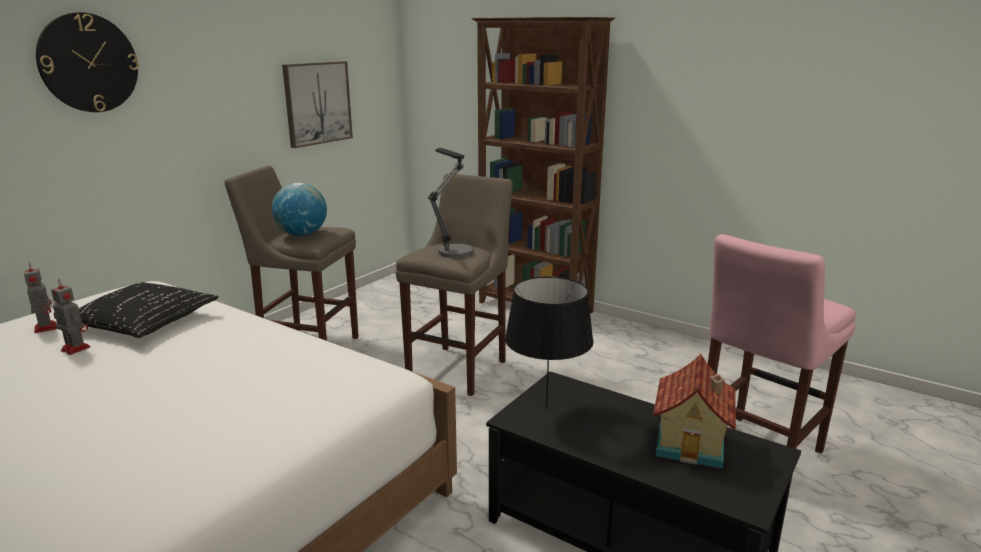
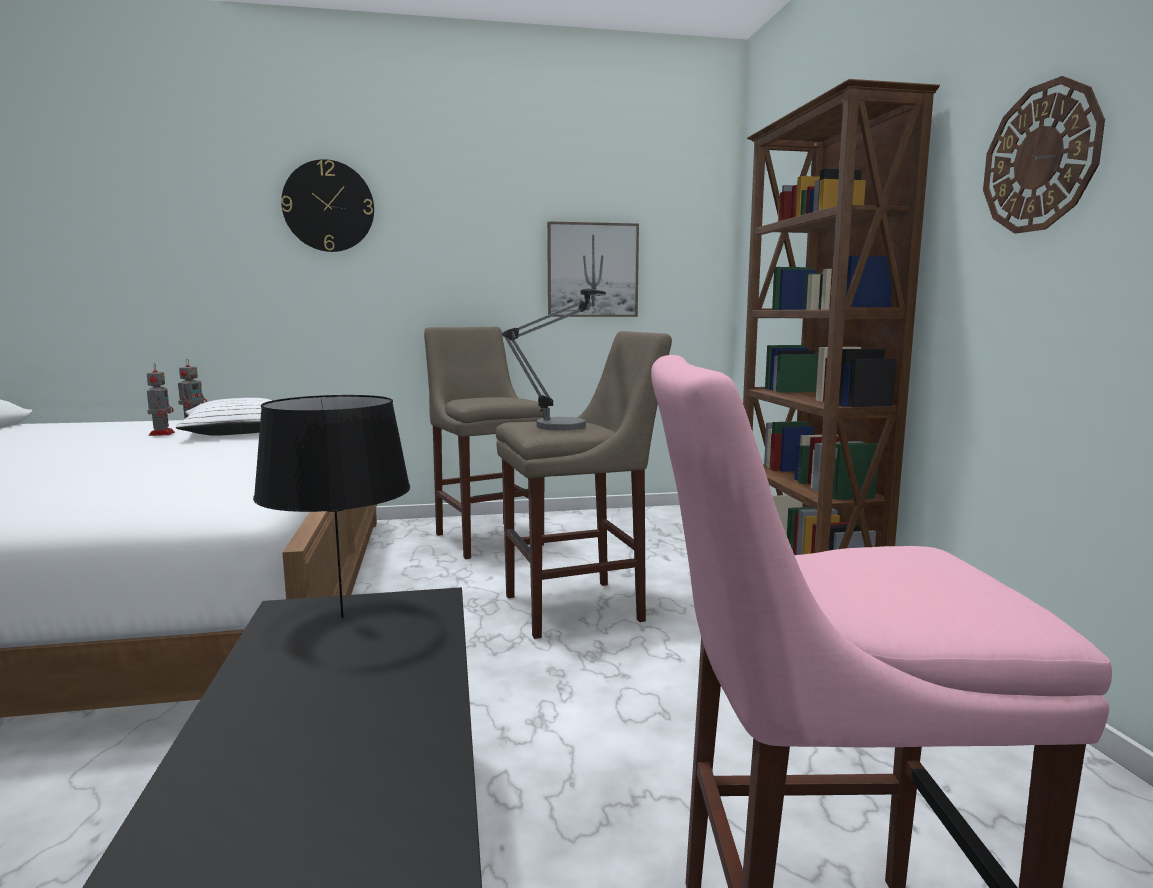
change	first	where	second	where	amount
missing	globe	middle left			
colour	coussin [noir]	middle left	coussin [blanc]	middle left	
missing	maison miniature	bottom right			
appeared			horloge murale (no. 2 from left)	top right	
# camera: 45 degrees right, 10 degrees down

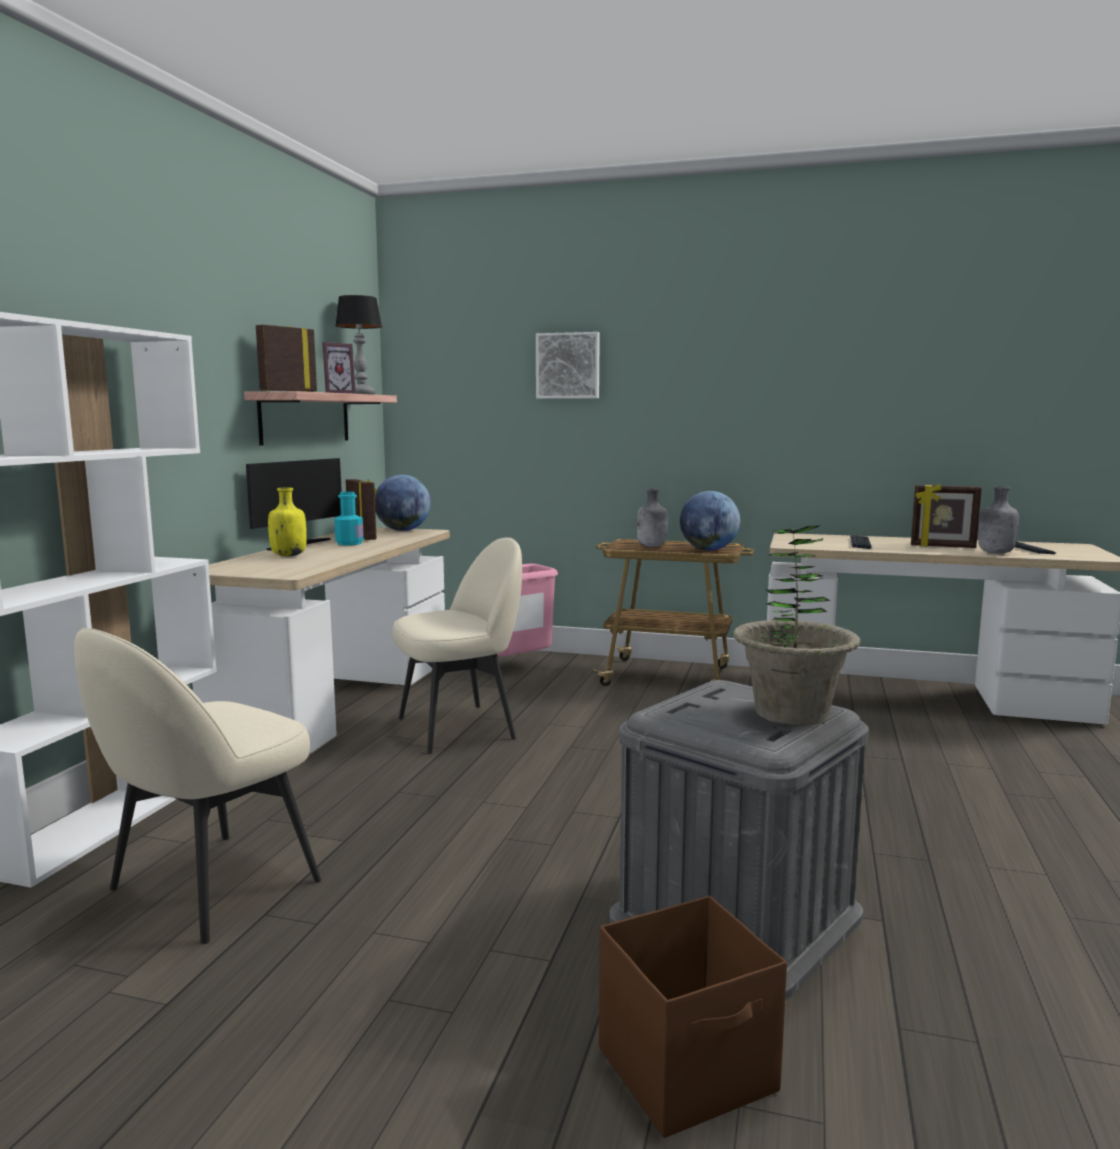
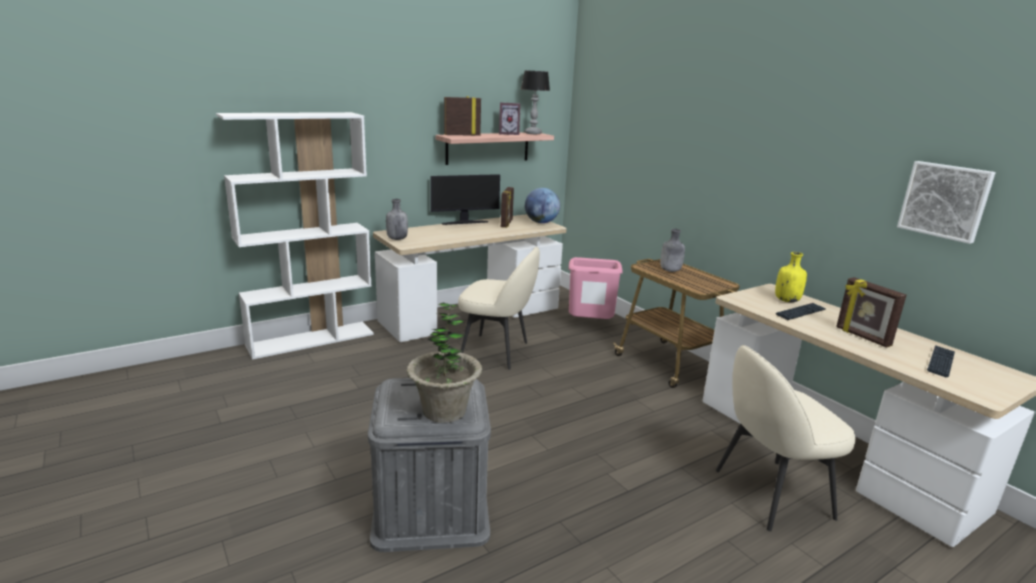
change	first	where	second	where	amount
relocated	tableau	top centre		middle right	
relocated	bouteille [gris] (no. 2 from left in the first image)	middle right	bouteille [gris] (no. 1 from left)	centre	
relocated	bouteille [jaune]	middle left		middle right	
missing	bouteille [turquoise]	middle left			
missing	globe (no. 2 from left)	centre			
relocated	chaise [beige] (no. 1 from left in the first image)	bottom left	chaise [beige] (no. 2 from left)	bottom right	
missing	boîte de rangement [marron]	bottom centre			
# camera: 40 degrees right, 10 degrees up

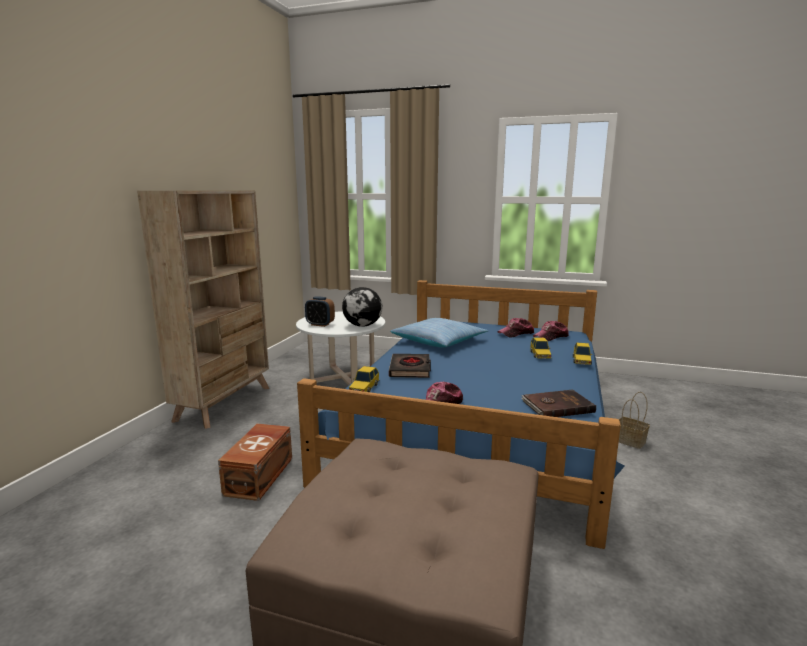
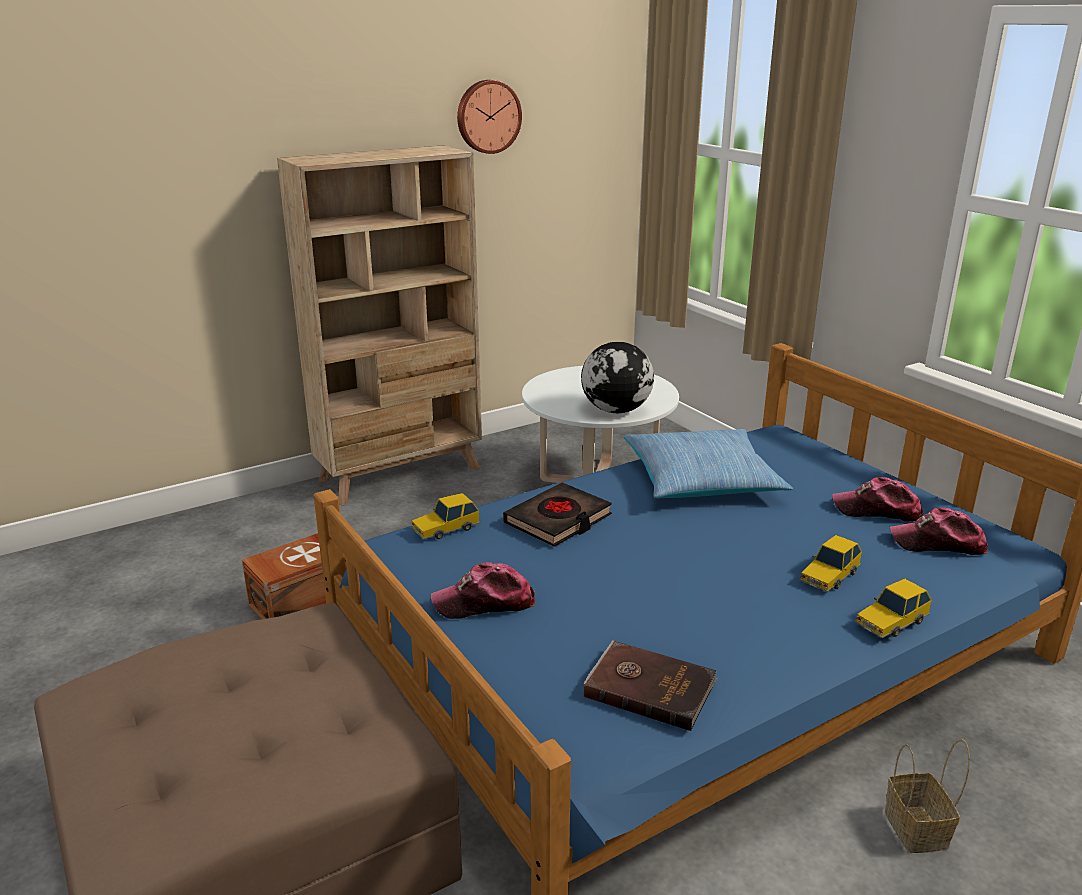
change	first	where	second	where	amount
missing	réveil	centre			
appeared			horloge murale	top centre	
# camera: 40 degrees right, 10 degrees up

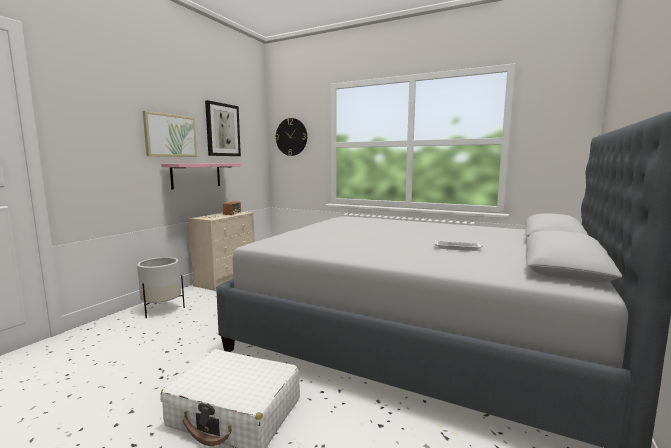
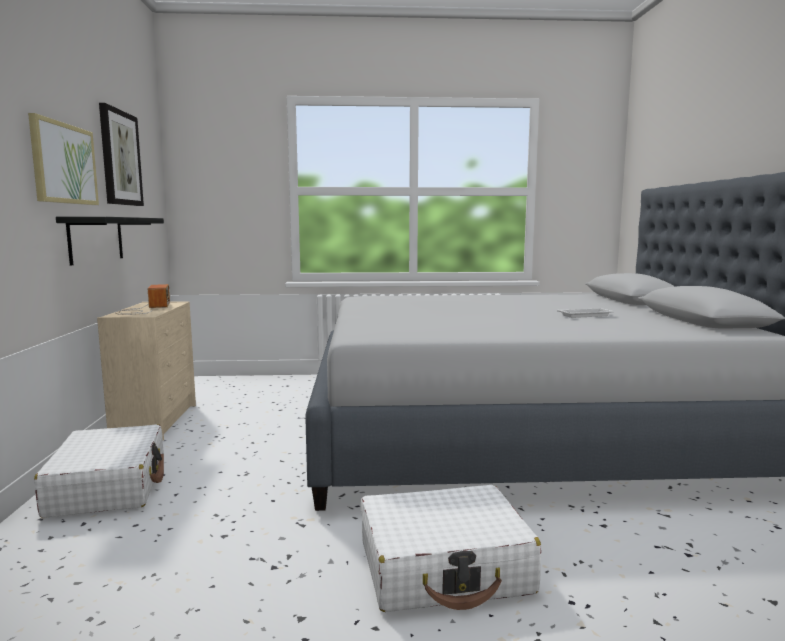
change	first	where	second	where	amount
missing	horloge murale	top centre			
colour	étagère [rose]	middle left	étagère [noir]	middle left	
exchanged	cache-pot [blanc]	middle left	valise [blanc] (no. 1 from left)	bottom left	
# camera: 30 degrees left, 0 degrees up

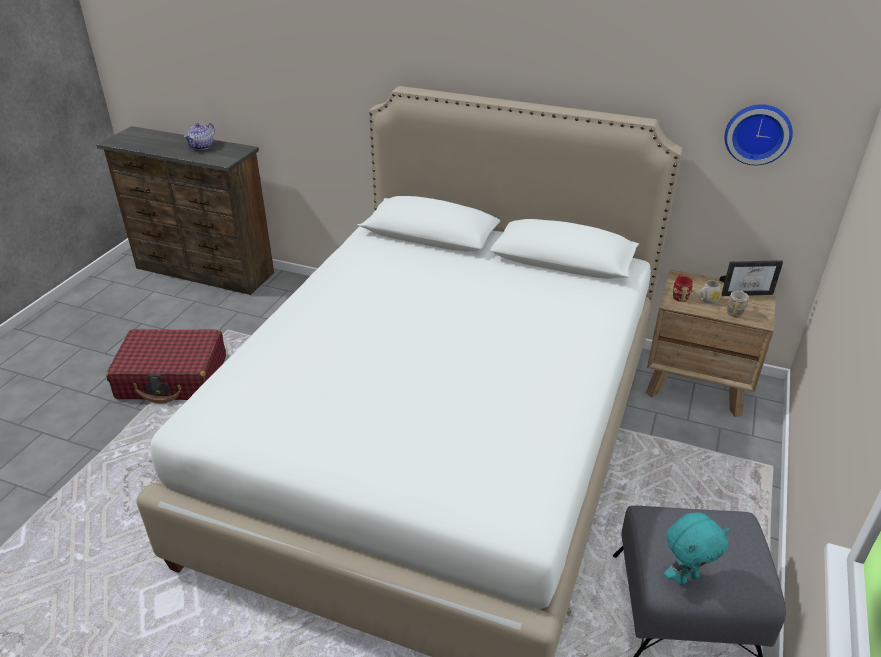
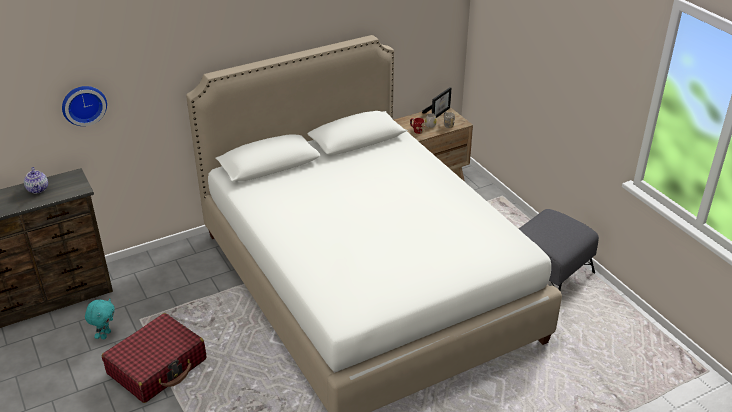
change	first	where	second	where	amount
relocated	horloge murale	top right		top left	
relocated	peluche [turquoise]	bottom right		bottom left	
# camera: 50 degrees left, 0 degrees up

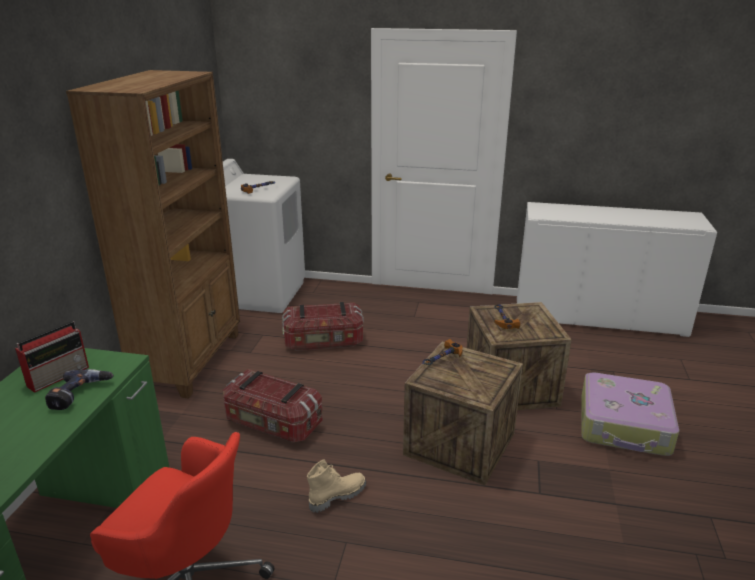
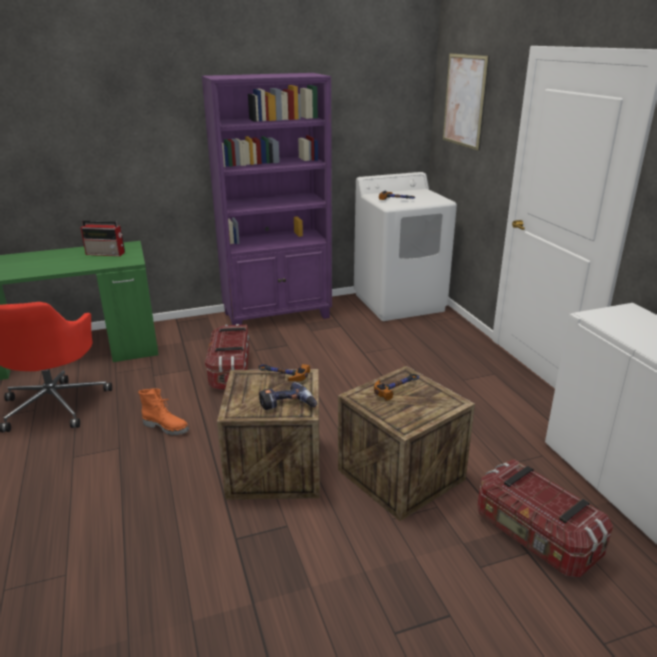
change	first	where	second	where	amount
colour	bibliothèque [marron]	middle left	bibliothèque [violet]	top centre	
relocated	boîte de rangement (no. 2 from left)	centre		bottom right	
relocated	perceuse	bottom left		centre	
missing	valise	bottom right			
colour	botte [beige]	bottom centre	botte [orange]	middle left	
appeared			tableau	top right	
# camera: 60 degrees right, 0 degrees up

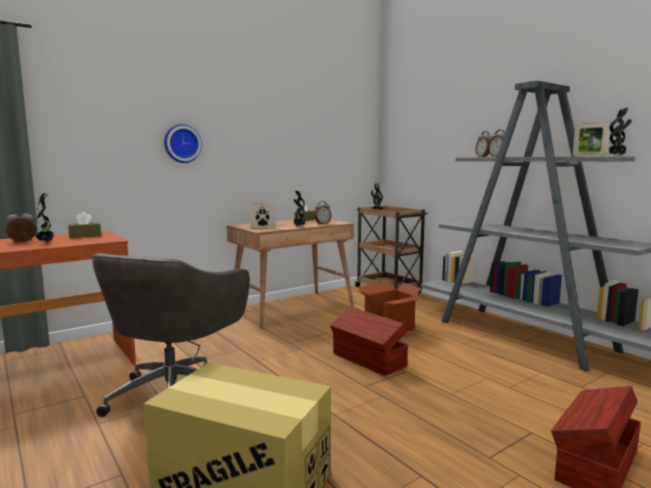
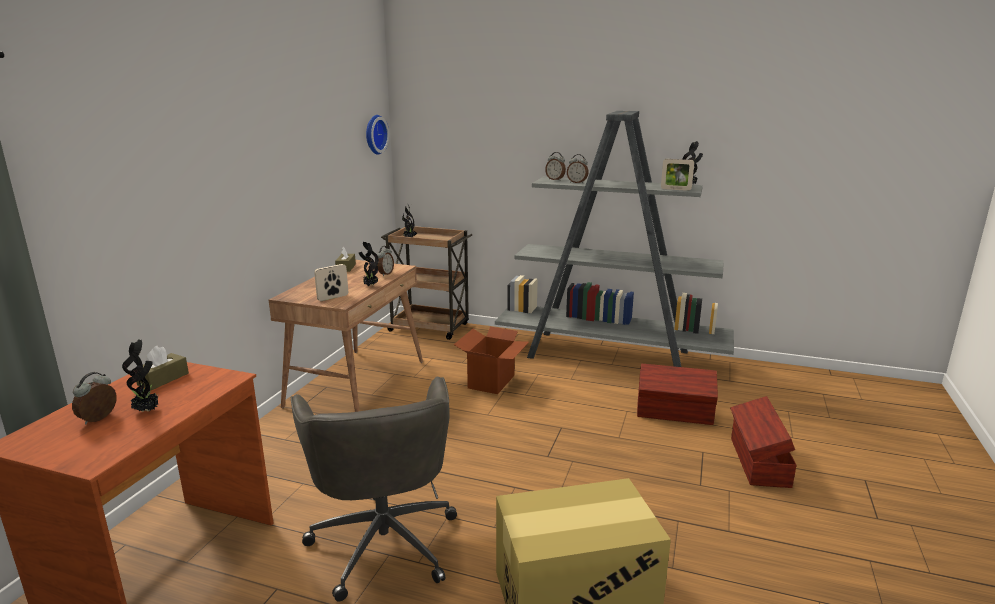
change	first	where	second	where	amount
relocated	horloge murale	top left		top centre	
relocated	boîte de rangement [marron] (no. 1 from left)	bottom centre		middle right	
# camera: 35 degrees left, 10 degrees up

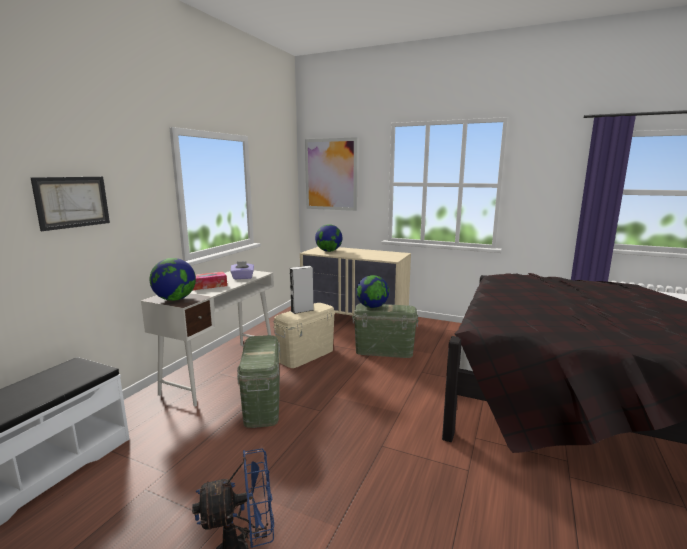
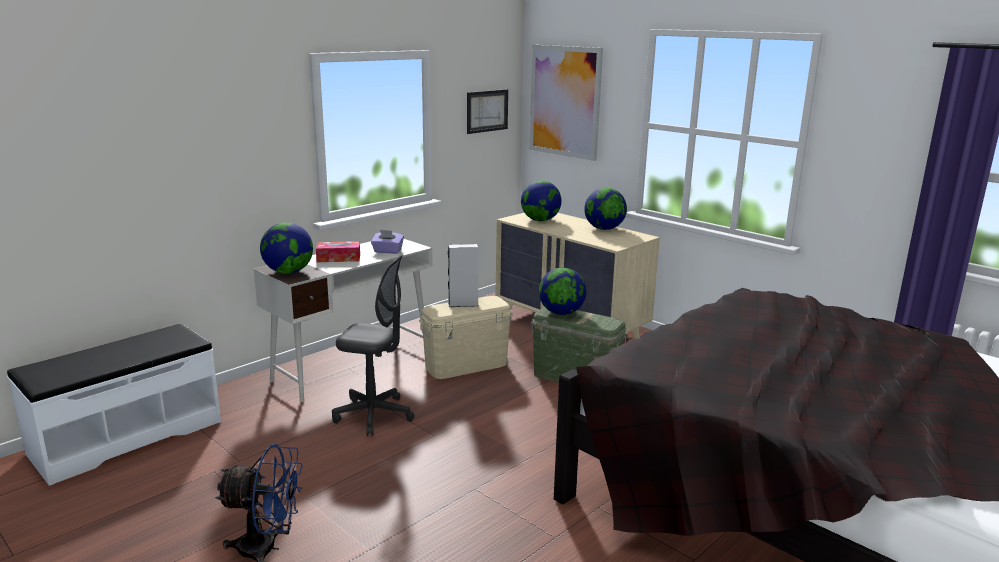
change	first	where	second	where	amount
relocated	tableau (no. 1 from left)	middle left		top centre	
exchanged	boîte de rangement [vert] (no. 1 from left)	bottom centre	chaise de bureau [gris]	centre	
appeared			globe (no. 4 from left)	centre	
# camera: 20 degrees right, 5 degrees up

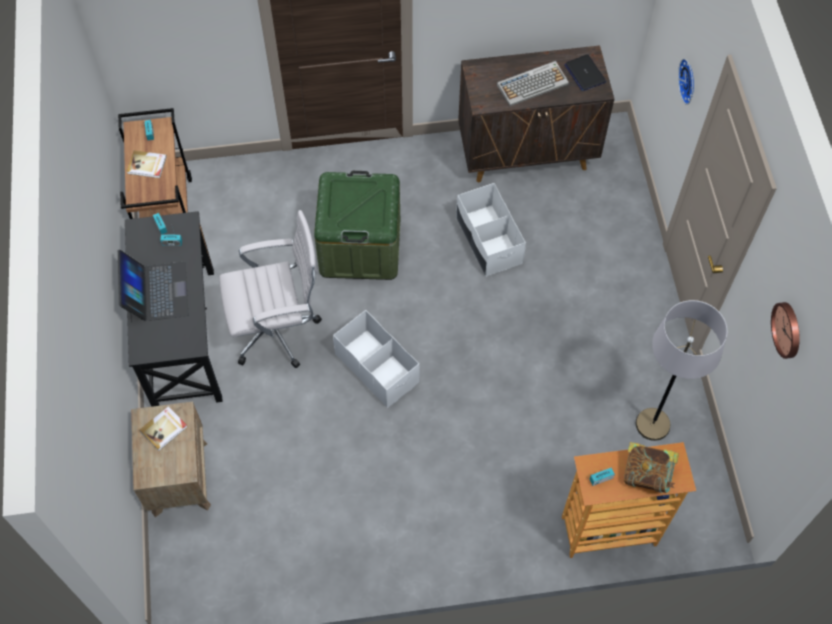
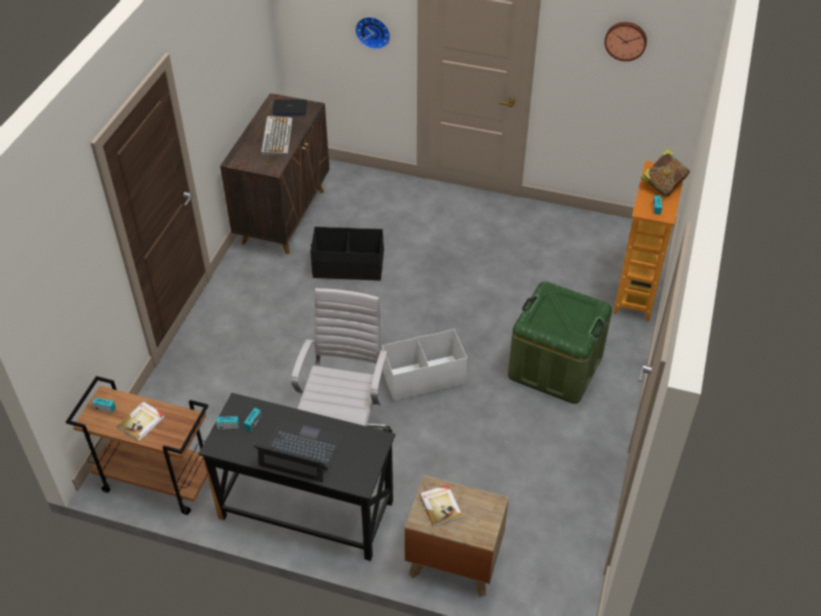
change	first	where	second	where	amount
relocated	boîte de rangement [vert]	centre		middle right	
colour	boîte de rangement [blanc] (no. 2 from left)	centre	boîte de rangement [noir]	centre	
missing	lampadaire [gris]	middle right			
# camera: 65 degrees left, 15 degrees down

